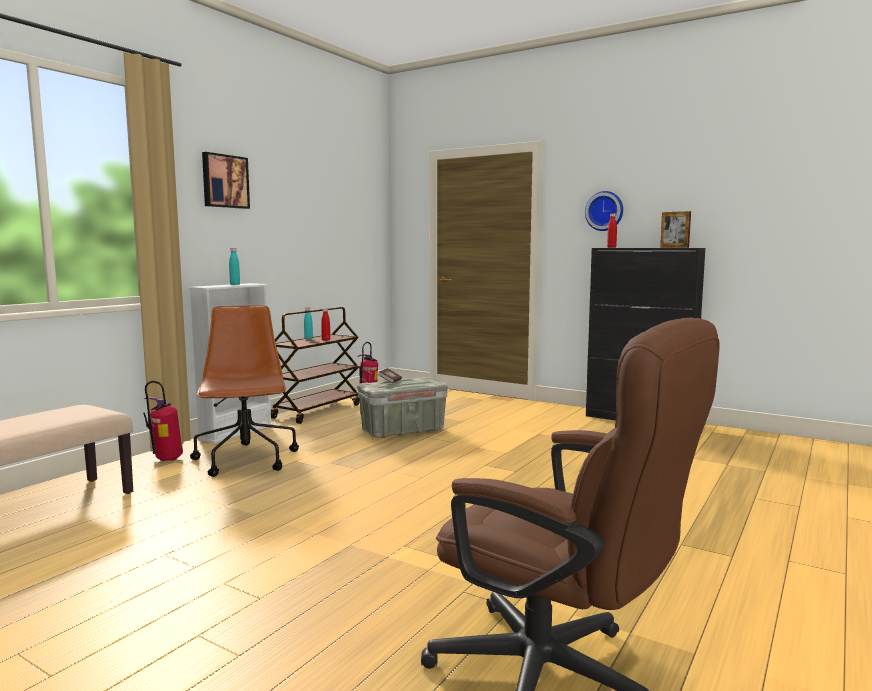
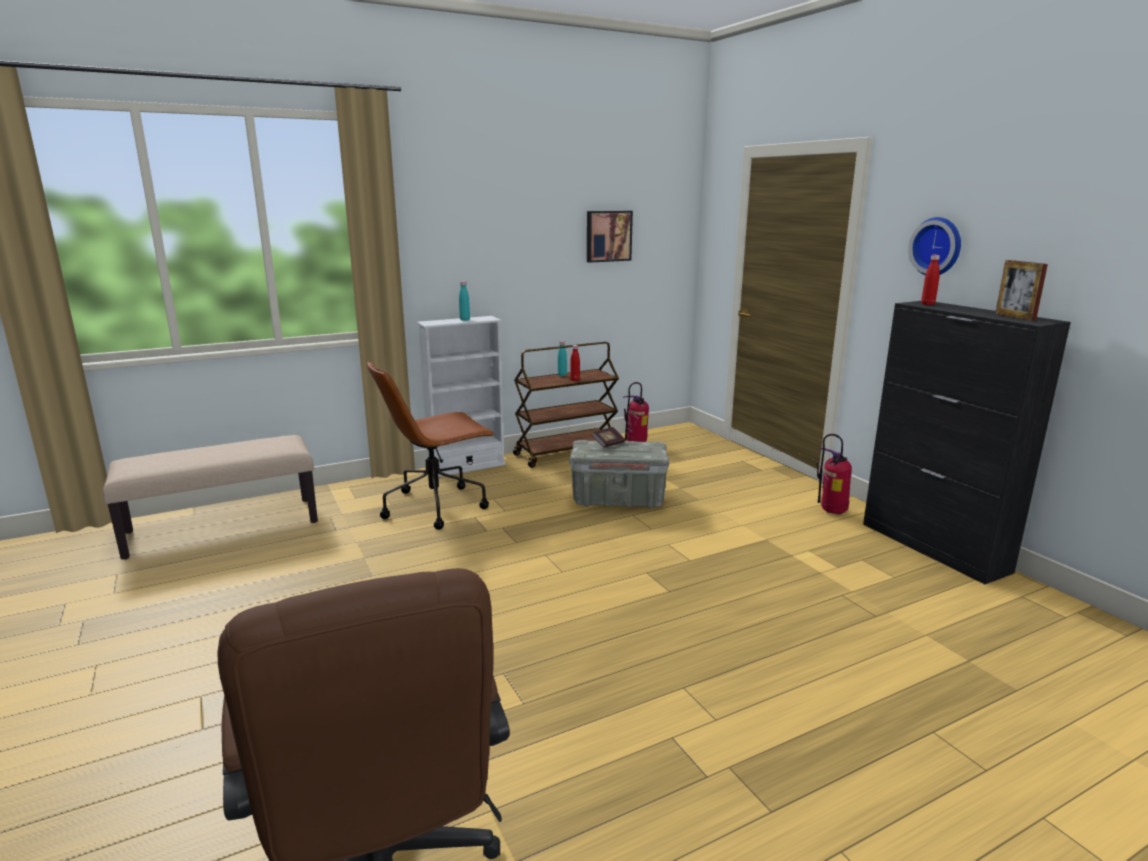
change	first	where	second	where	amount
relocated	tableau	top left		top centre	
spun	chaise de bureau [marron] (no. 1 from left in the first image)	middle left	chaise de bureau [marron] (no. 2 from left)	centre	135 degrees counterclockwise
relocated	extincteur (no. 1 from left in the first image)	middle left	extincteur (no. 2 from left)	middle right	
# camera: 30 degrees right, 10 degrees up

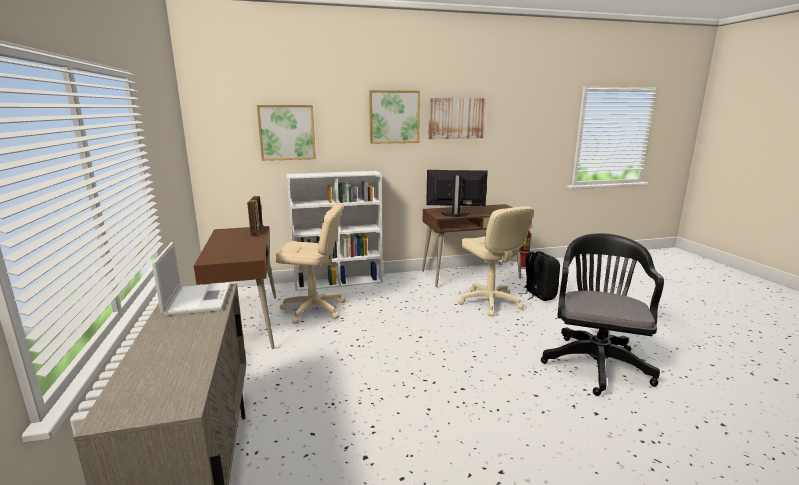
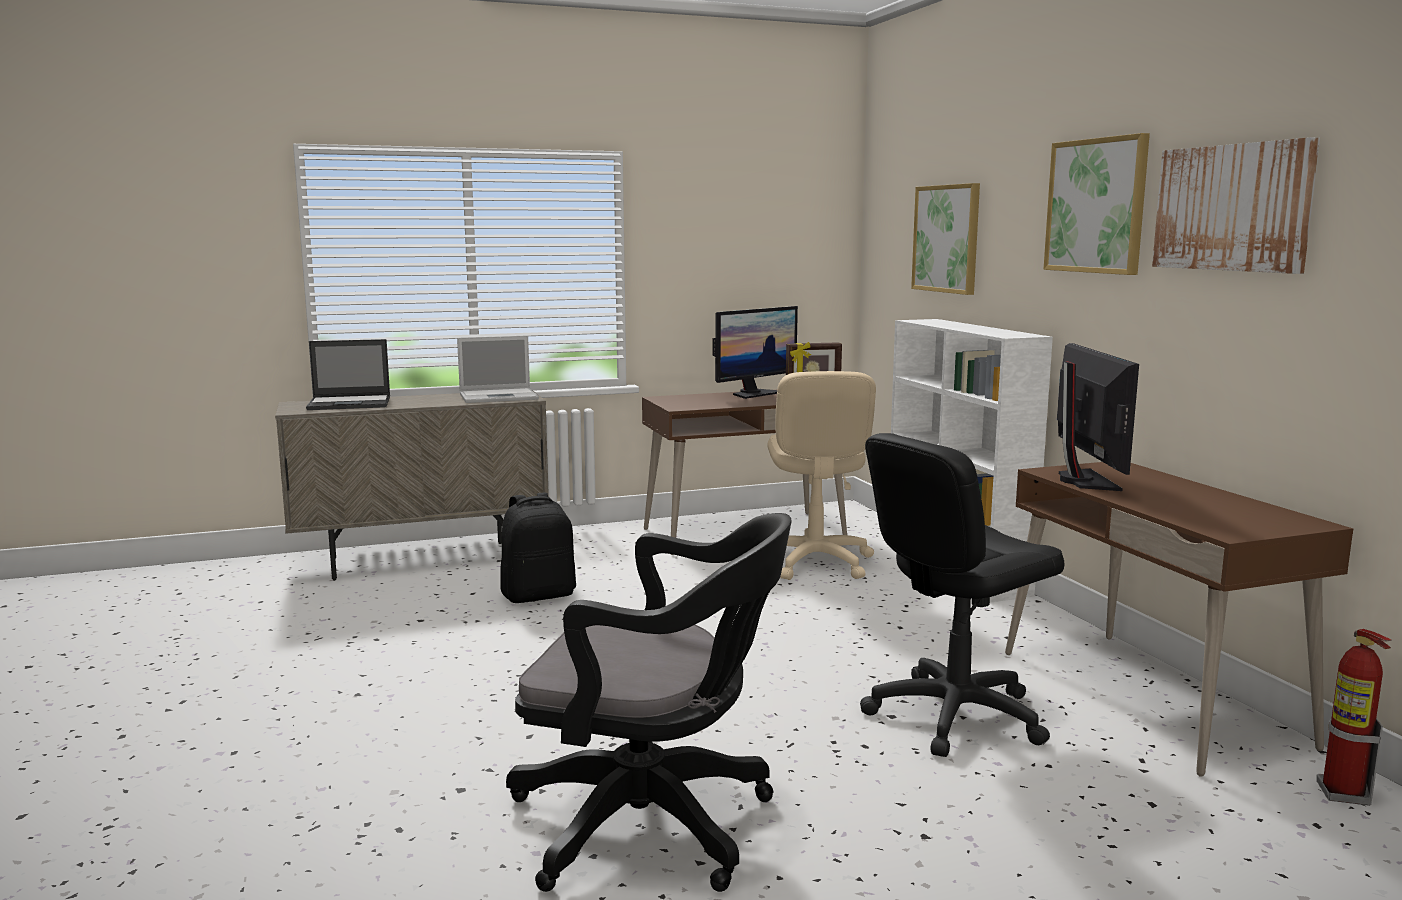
change	first	where	second	where	amount
colour	chaise de bureau [beige] (no. 2 from left)	centre	chaise de bureau [noir] (no. 2 from left)	middle right	
relocated	sac à dos [noir]	middle right		centre	
appeared			écran d'ordinateur (no. 1 from left)	centre	
appeared			ordinateur portable (no. 1 from left)	middle left	
# camera: 85 degrees right, 5 degrees down

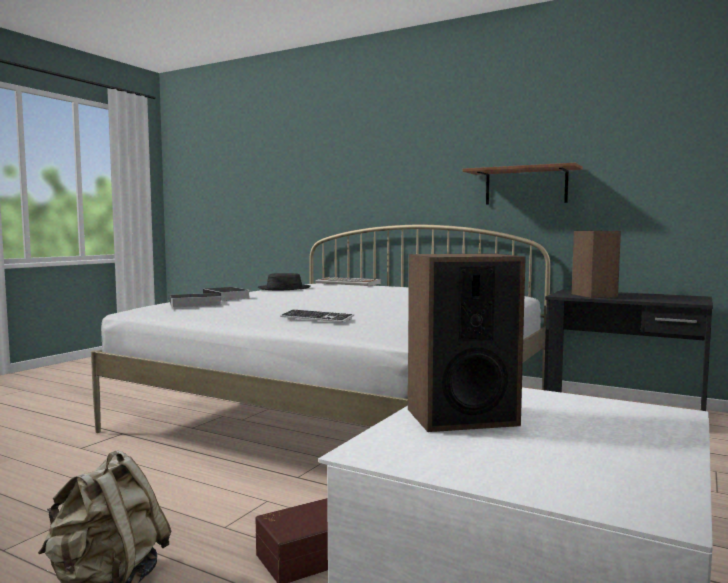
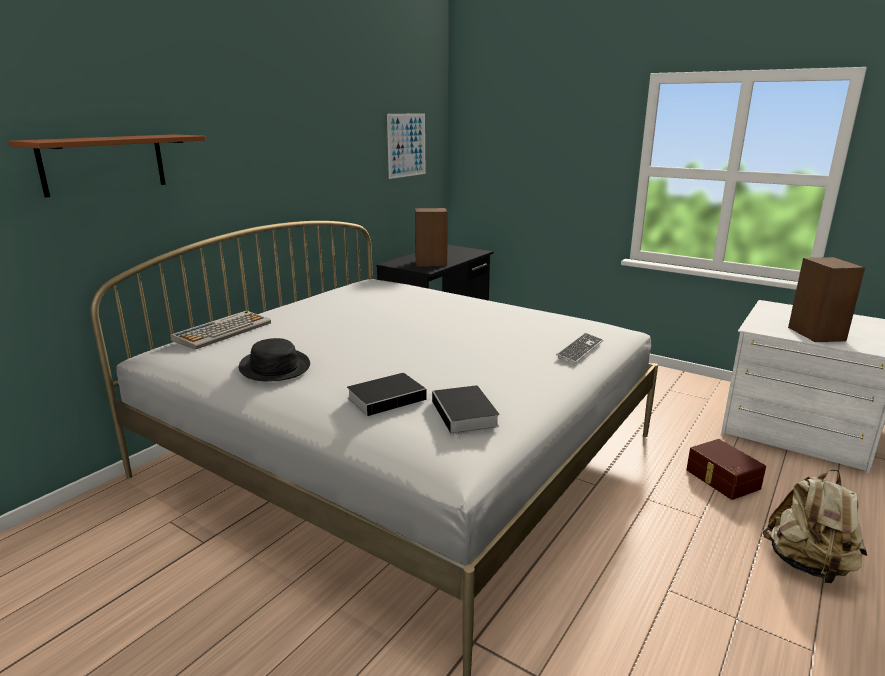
change	first	where	second	where	amount
relocated	étagère [marron]	top right		top left	
appeared			tableau	top centre	
# camera: 85 degrees left, 15 degrees up

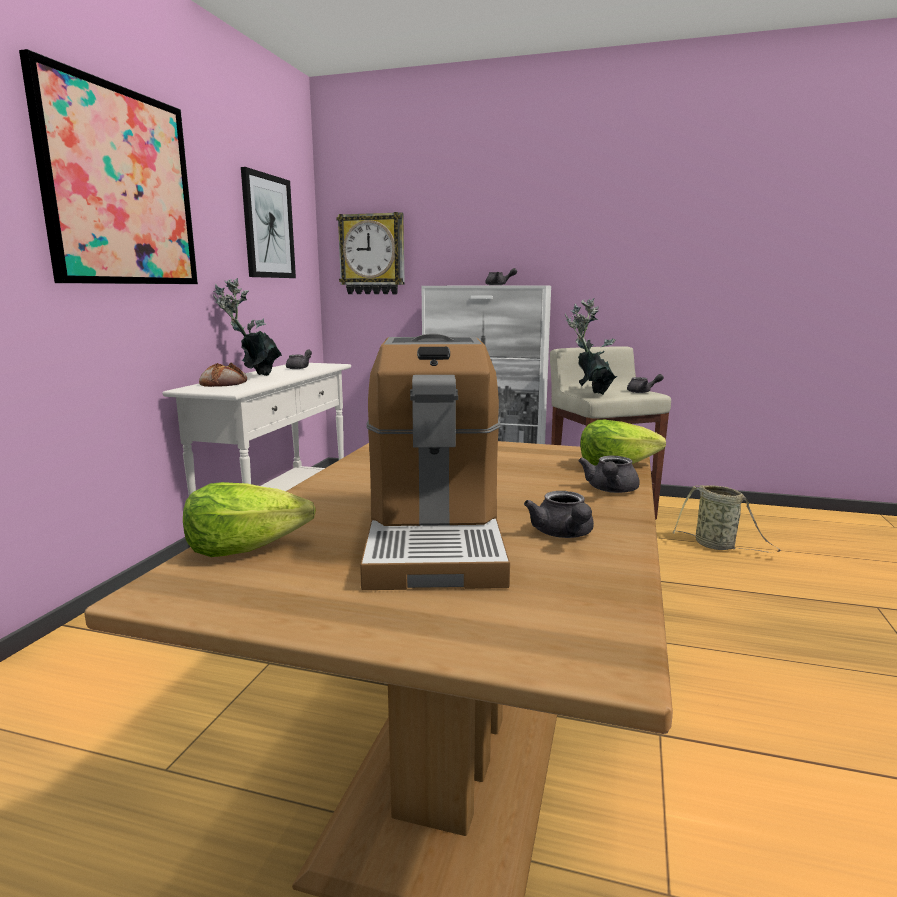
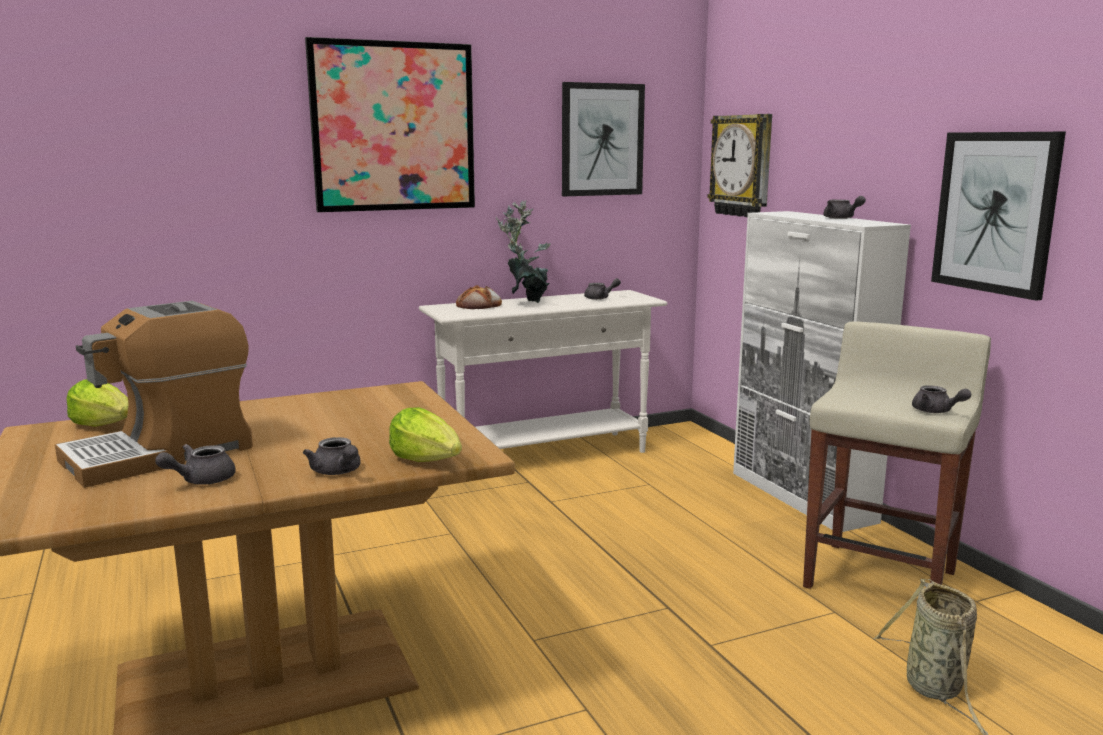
change	first	where	second	where	amount
missing	plante en pot (no. 2 from left)	centre			
spun	théière [gris] (no. 4 from left in the first image)	middle right	théière [gris] (no. 2 from left)	middle left	105 degrees counterclockwise
appeared			tableau (no. 3 from left)	top right	
# camera: 50 degrees right, 0 degrees up

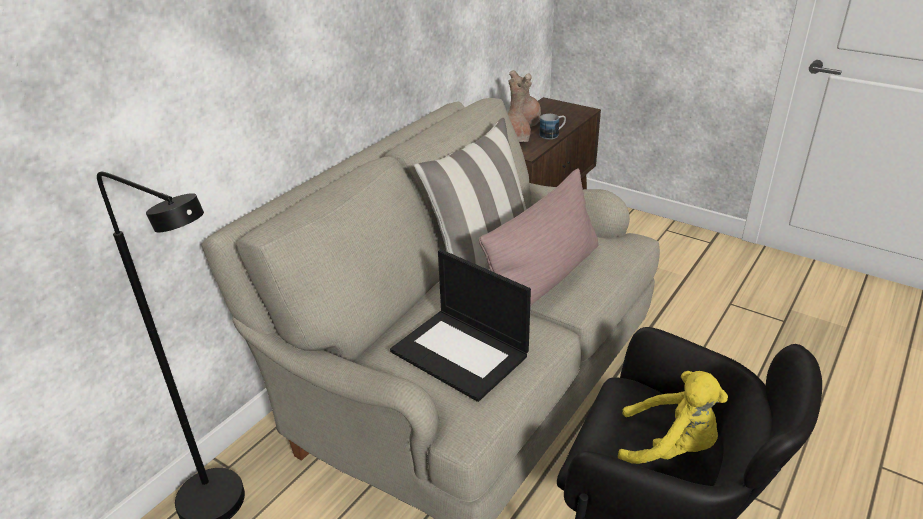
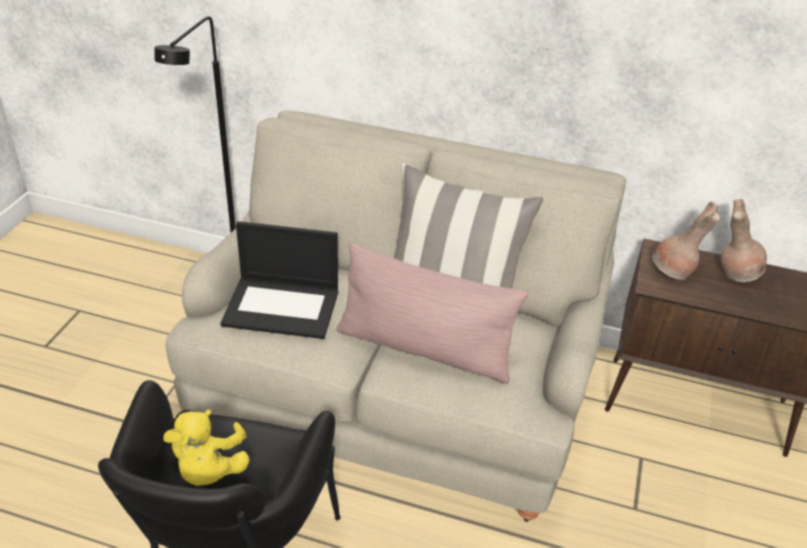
change	first	where	second	where	amount
missing	mug	top centre			
spun	ordinateur portable	centre		centre	105 degrees counterclockwise
# camera: 70 degrees right, 5 degrees up

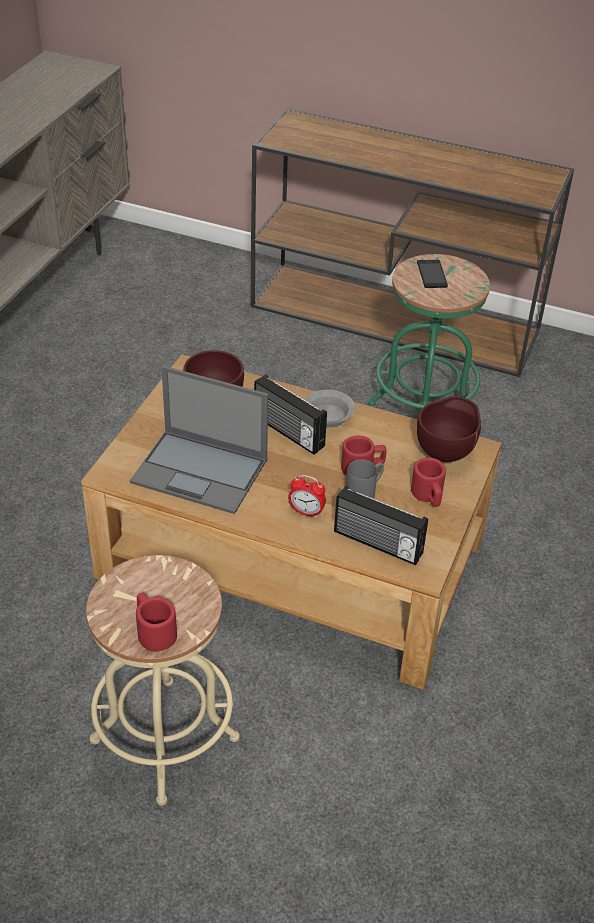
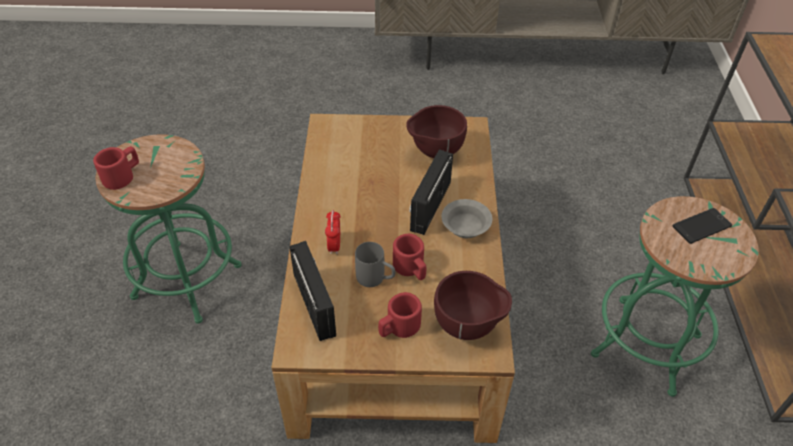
change	first	where	second	where	amount
missing	ordinateur portable	centre			
spun	radio (no. 2 from left in the first image)	centre	radio (no. 1 from left)	centre	150 degrees clockwise
colour	tabouret [beige]	bottom left	tabouret [vert] (no. 1 from left)	middle left	
# camera: 70 degrees right, 5 degrees up

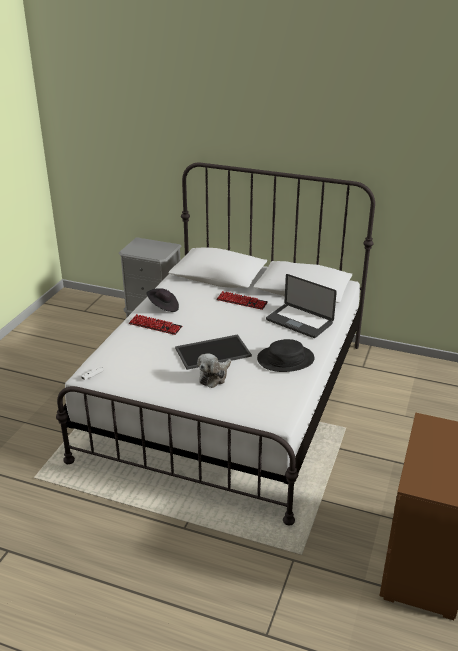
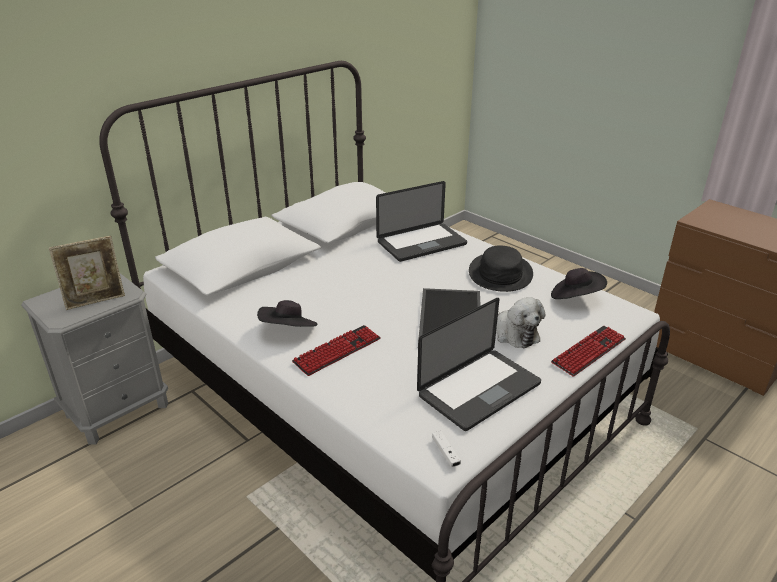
change	first	where	second	where	amount
relocated	clavier (no. 2 from left)	centre		middle right	
appeared			cadre photo	middle left	
appeared			chapeau [noir] (no. 3 from left)	middle right	
appeared			ordinateur portable (no. 2 from left)	centre	
# camera: 65 degrees left, 0 degrees up

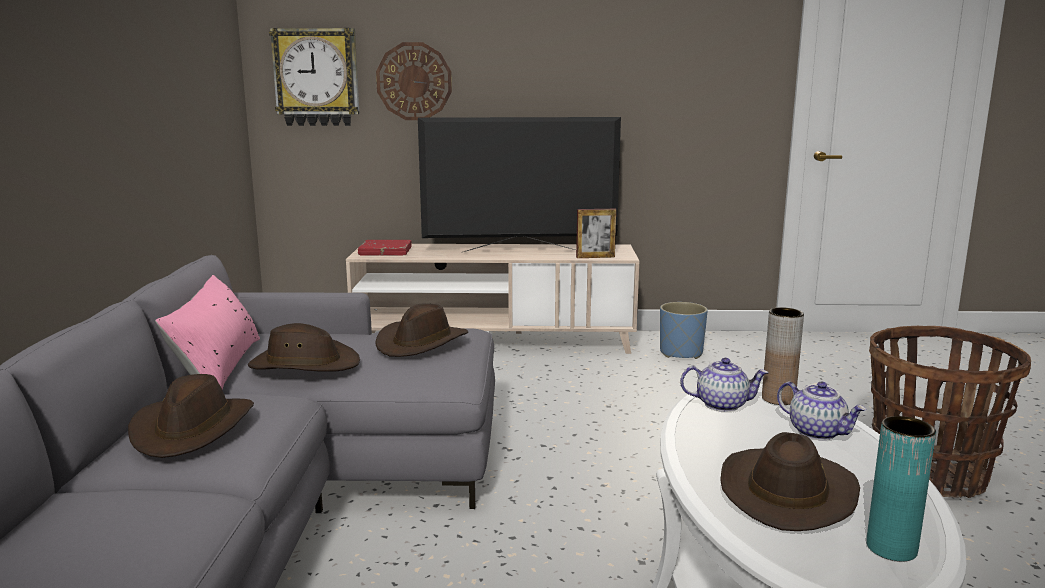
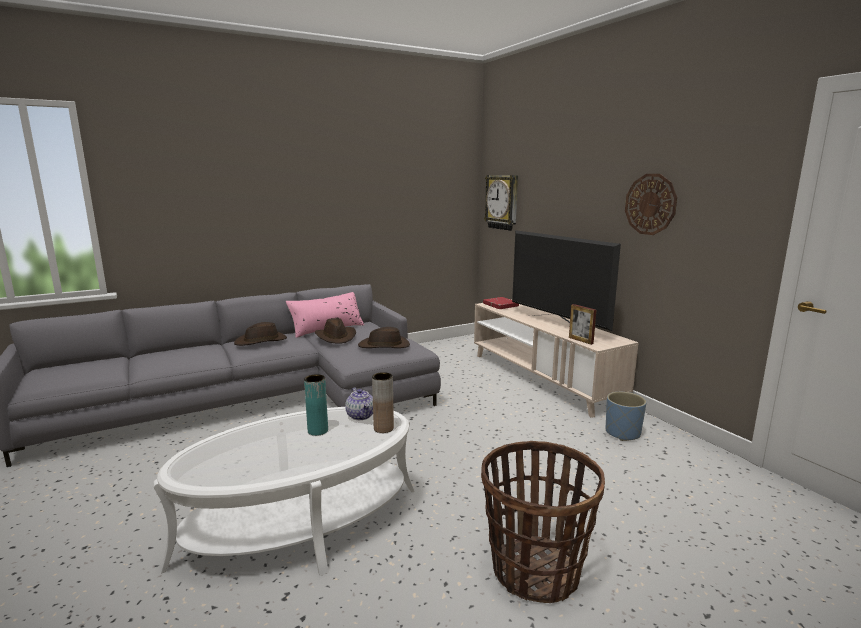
change	first	where	second	where	amount
relocated	horloge murale (no. 2 from left)	top centre		top right	
missing	théière (no. 2 from left)	bottom right			
relocated	vase [turquoise]	bottom right		centre	
missing	chapeau [marron] (no. 4 from left)	bottom right			
# camera: 60 degrees right, 0 degrees up

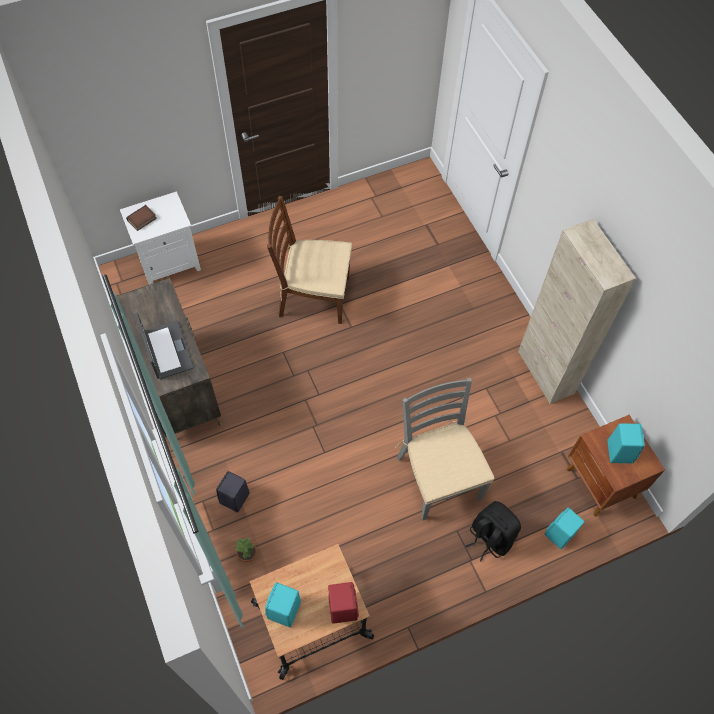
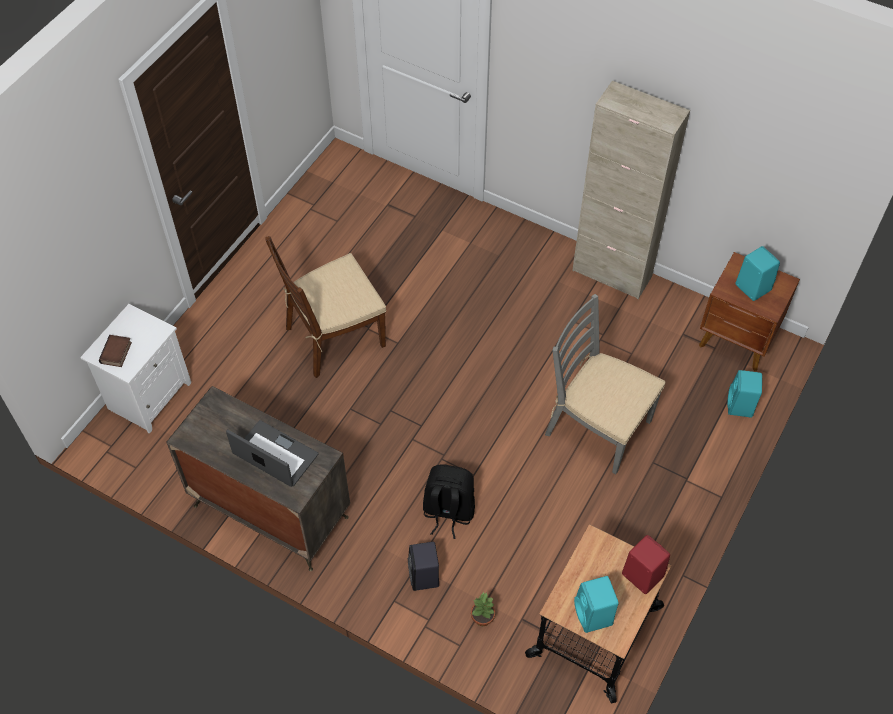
change	first	where	second	where	amount
relocated	sac à dos [noir]	bottom right		bottom centre	
# camera: 35 degrees left, 5 degrees down

